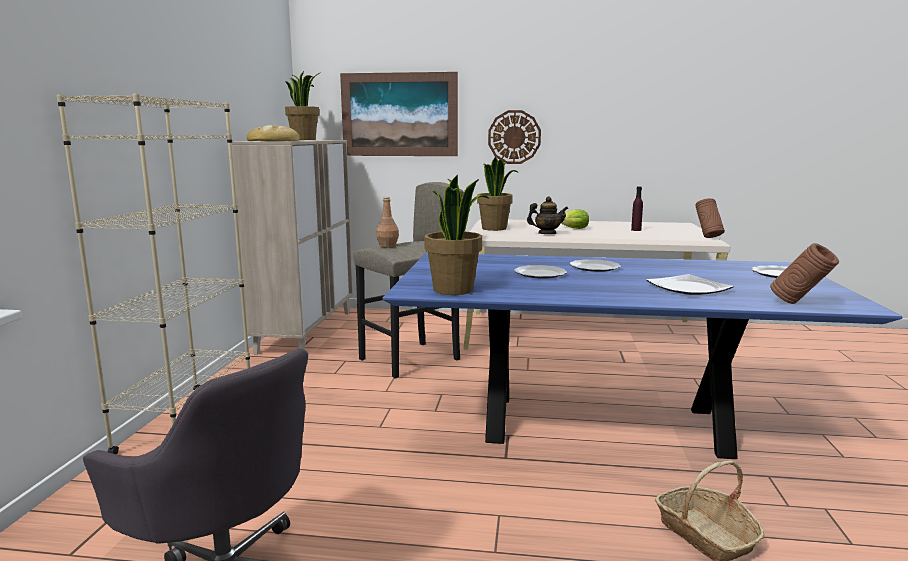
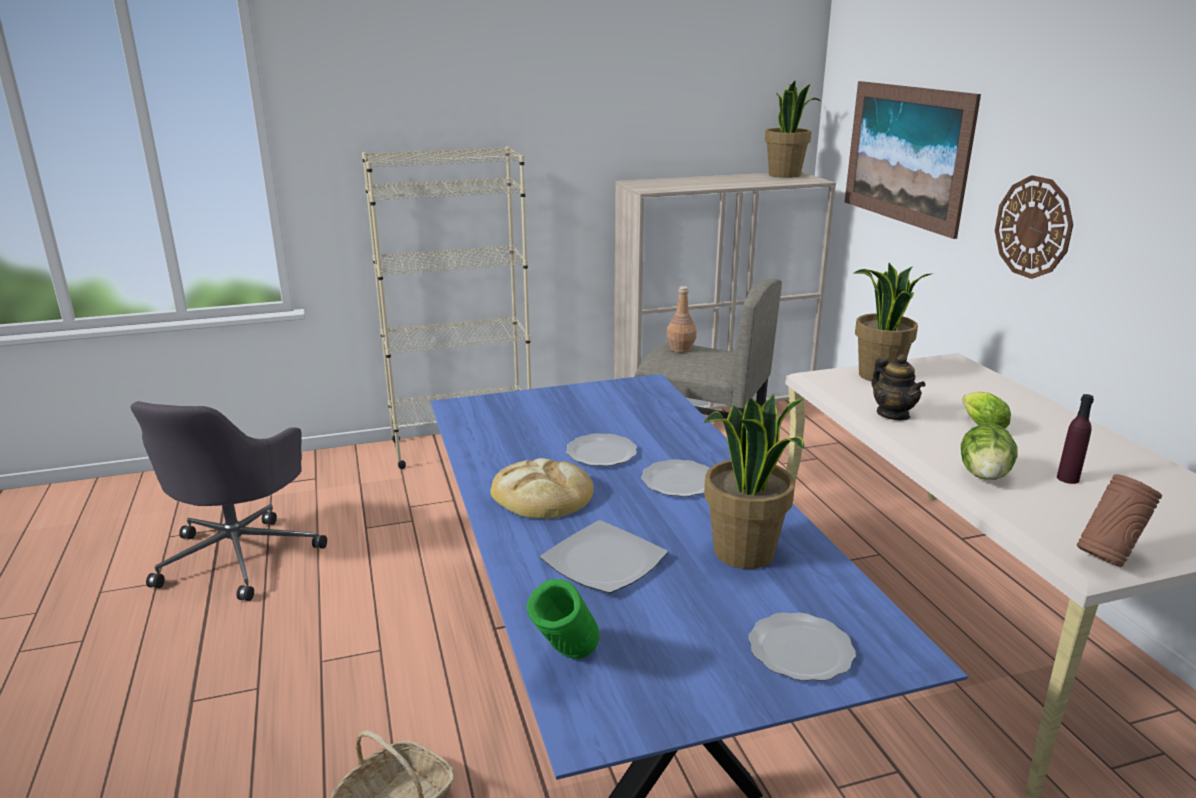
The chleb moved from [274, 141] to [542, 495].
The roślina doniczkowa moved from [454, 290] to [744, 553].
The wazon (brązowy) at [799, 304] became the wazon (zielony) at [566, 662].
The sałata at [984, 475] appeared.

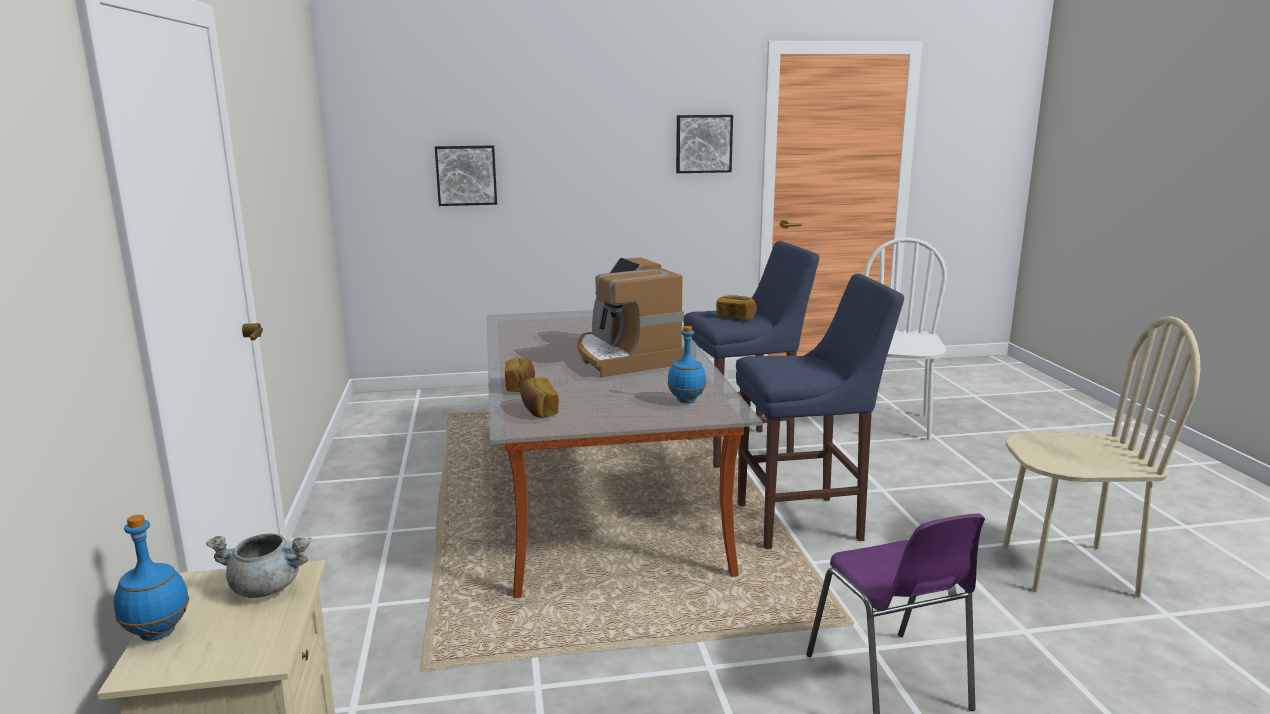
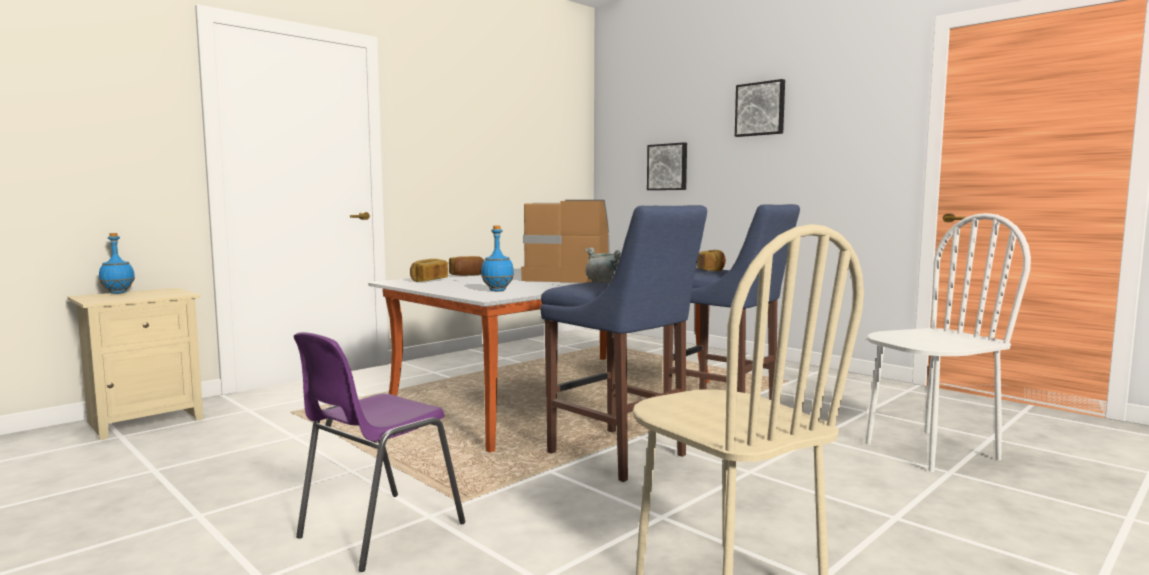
The obraz moved from [703, 143] to [760, 109].
The ekspres do kawy at [624, 357] turned 75 degrees clockwise.
The garnek (szary) moved from [267, 587] to [605, 282].

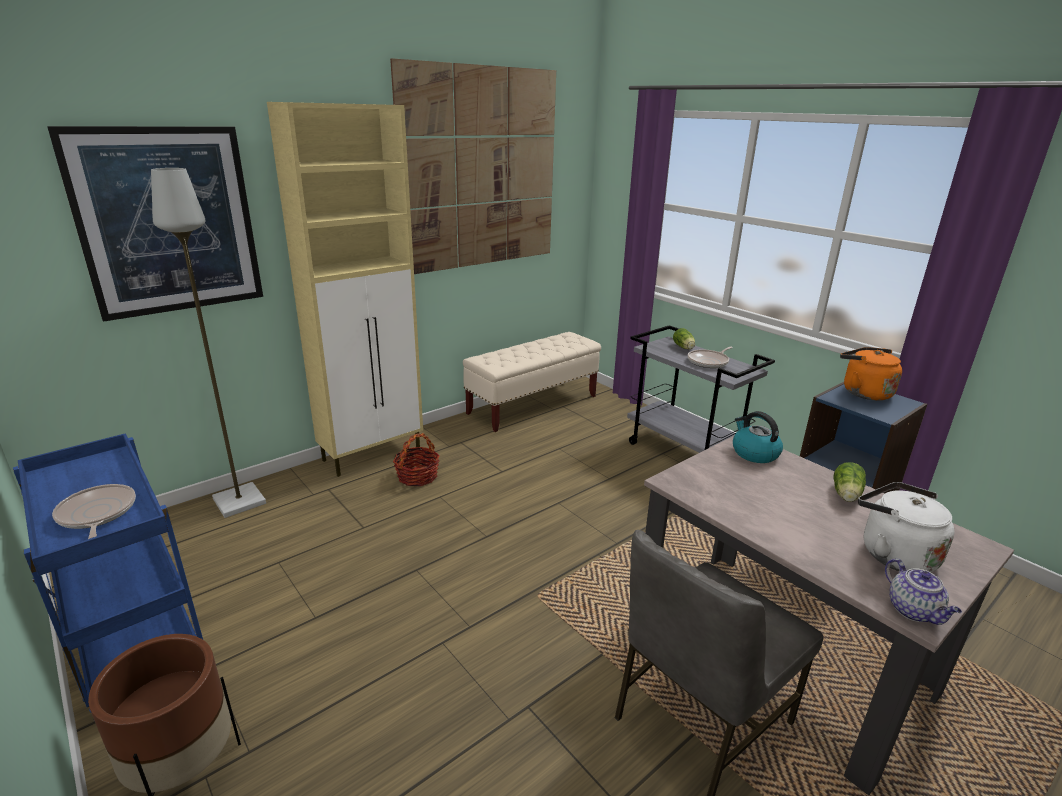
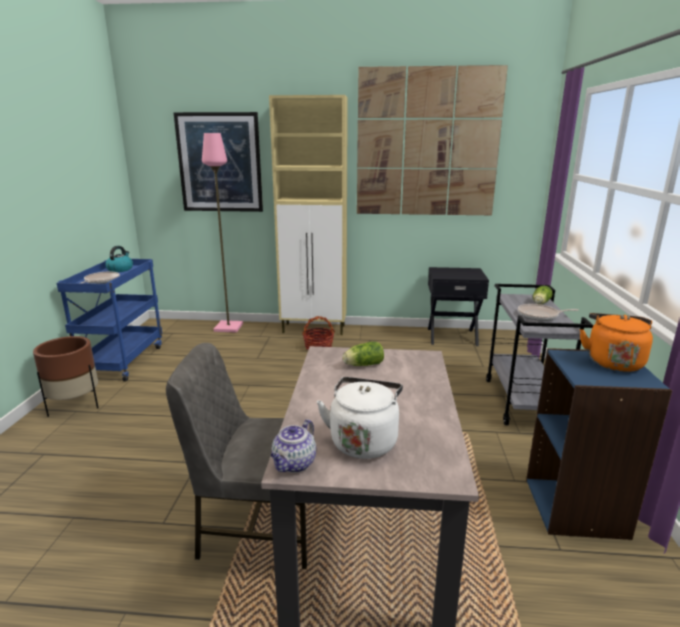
The lampa stojąca (szary) at [240, 501] became the lampa stojąca (różowy) at [229, 327].
The ławka (beżowy) at [533, 405] was replaced by the szafka nocna (czarny) at [452, 336].
The czajnik moved from [754, 453] to [120, 269].
The sałata moved from [846, 495] to [362, 365].

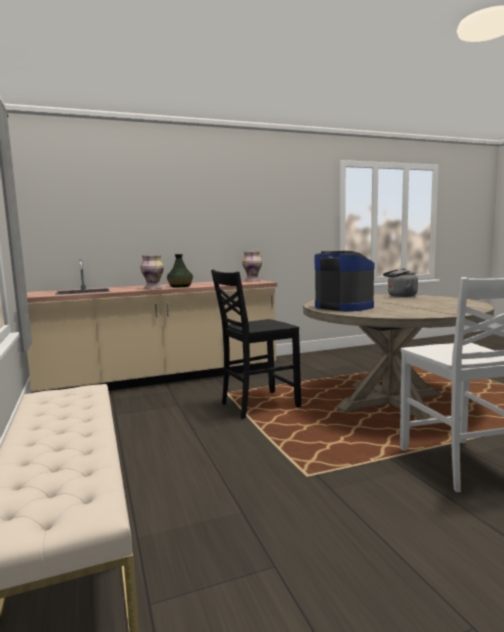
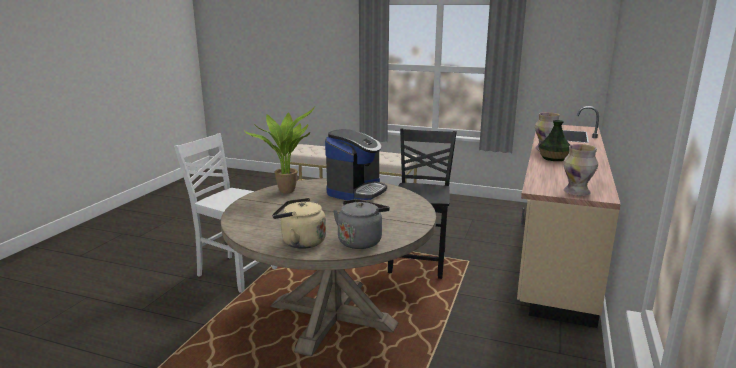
The ekspres do kawy at [344, 307] turned 60 degrees counterclockwise.
The roślina doniczkowa at [287, 190] appeared.
The czajnik (beżowy) at [300, 242] appeared.

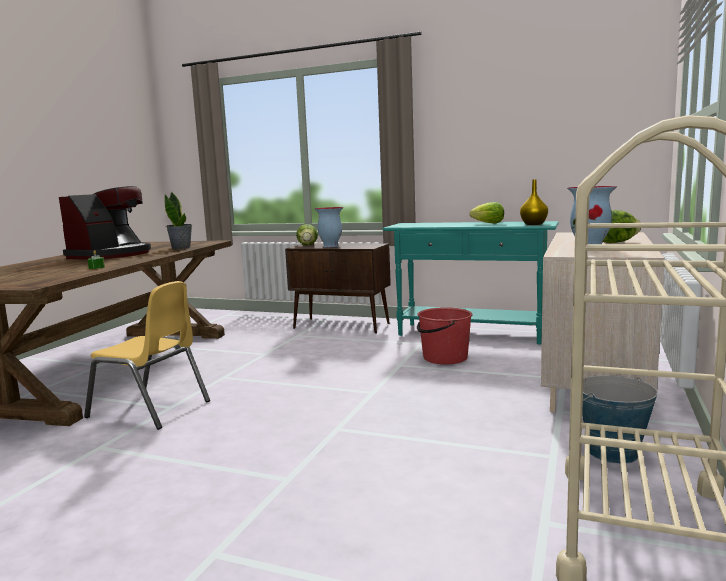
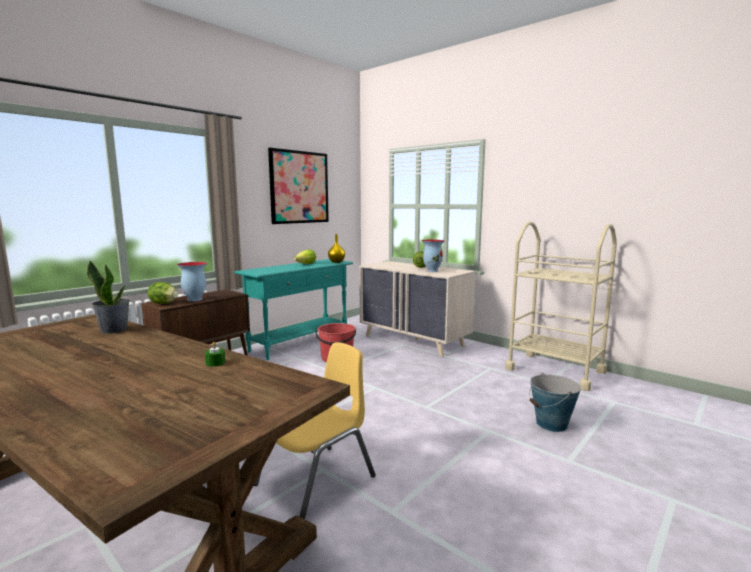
The ekspres do kawy at [111, 255] disappeared.
The wiadro moved from [612, 452] to [551, 424].
The obraz at [299, 187] appeared.

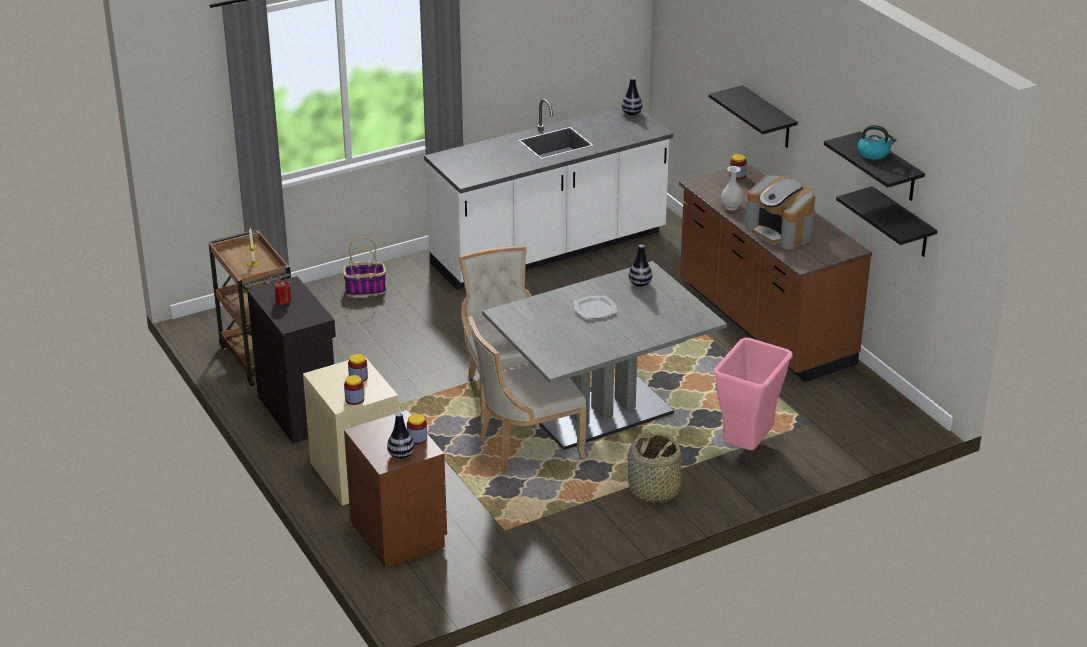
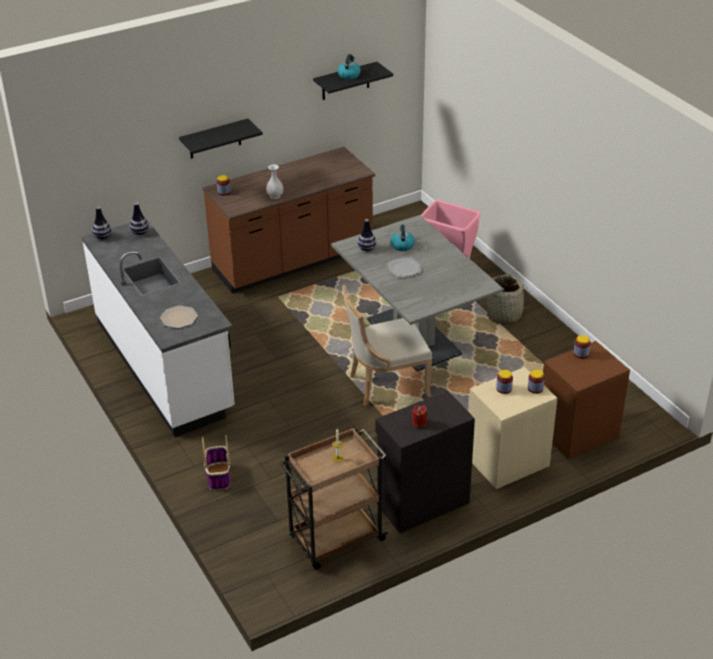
The ekspres do kawy at [780, 231] disappeared.
The półka (czarny) at [902, 223] disappeared.
The krzesło (beżowy) at [526, 447] disappeared.
The wazon moved from [401, 455] to [140, 233].
The czajnik at [402, 245] appeared.
The talerz at [179, 318] appeared.

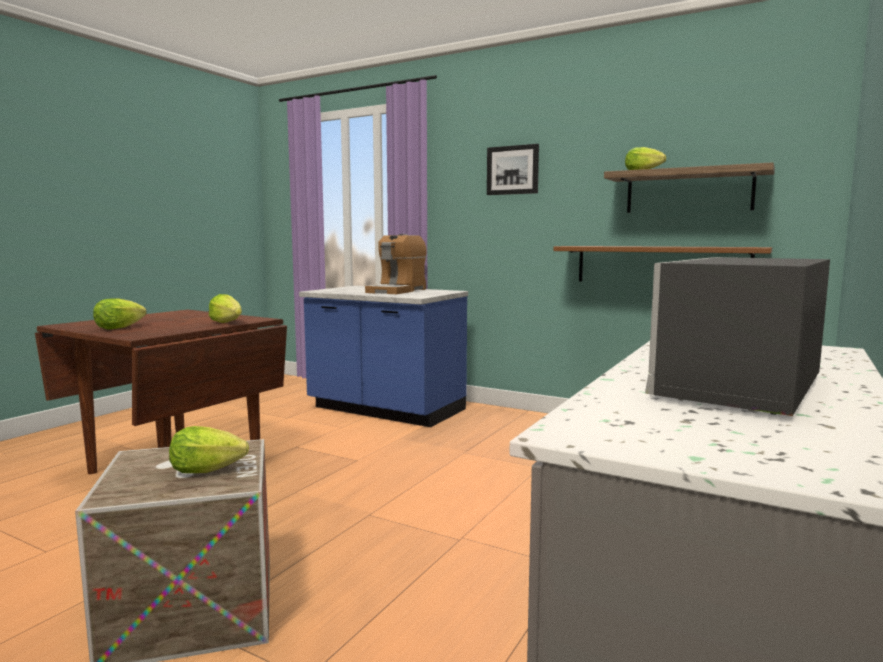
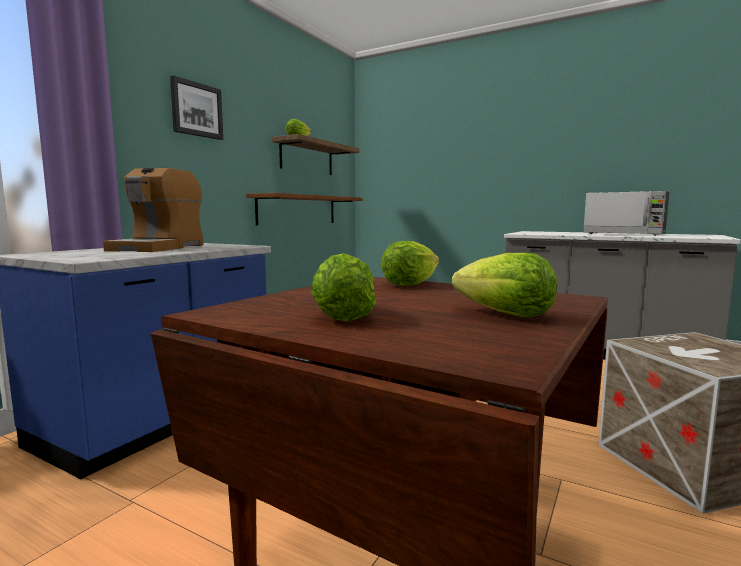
The ekspres do kawy at [397, 291] turned 75 degrees clockwise.
The sałata moved from [206, 470] to [342, 316].

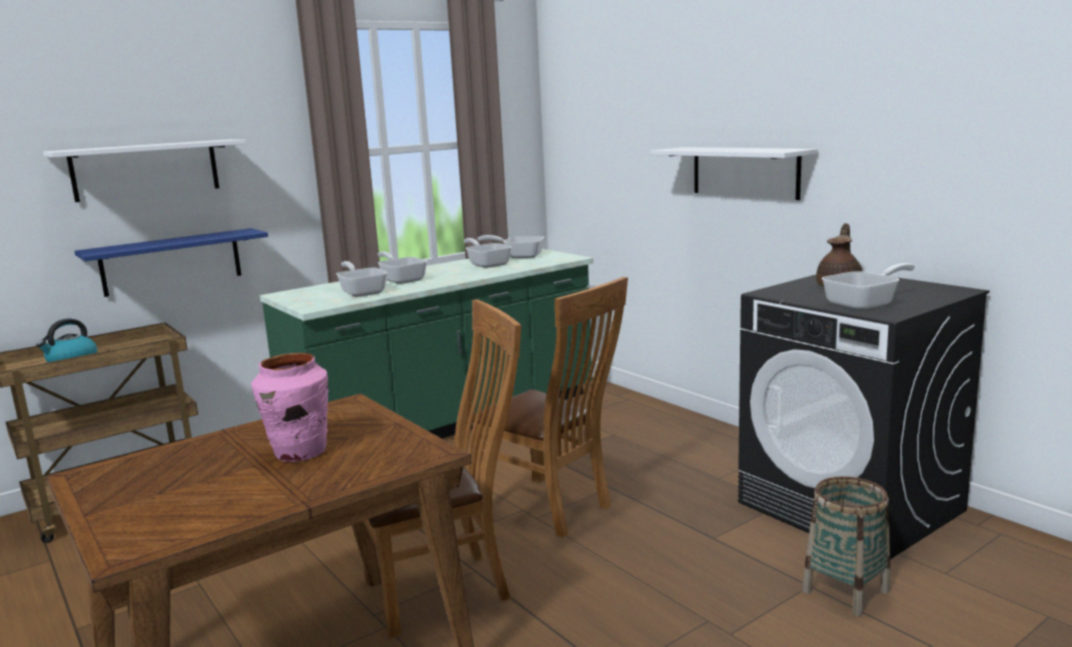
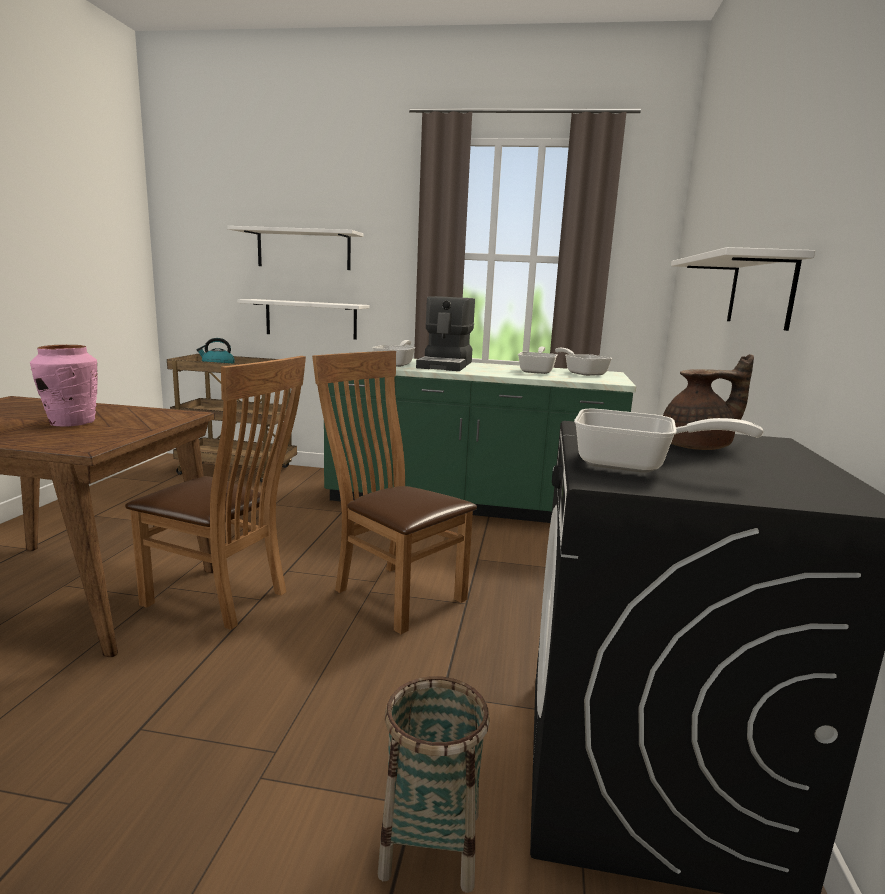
The półka (niebieski) at [171, 262] became the półka (biały) at [311, 319].
The patelnia at [402, 279] was replaced by the ekspres do kawy at [446, 365].
The krzesło (brązowy) at [552, 509] turned 135 degrees clockwise.

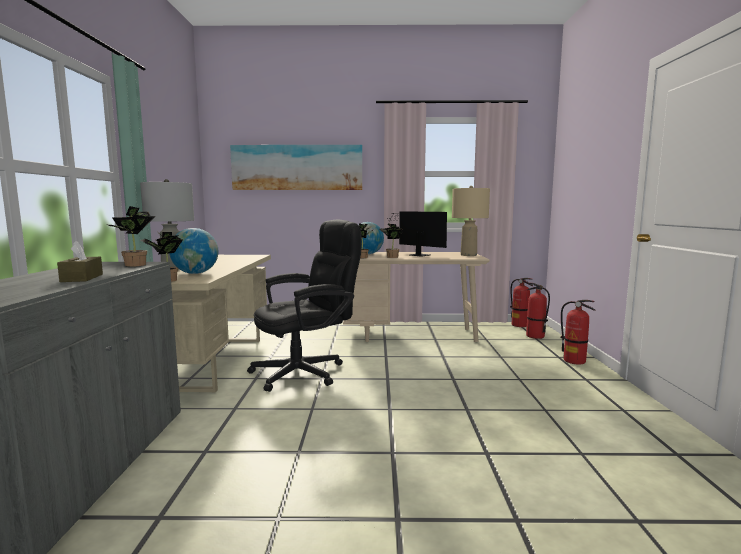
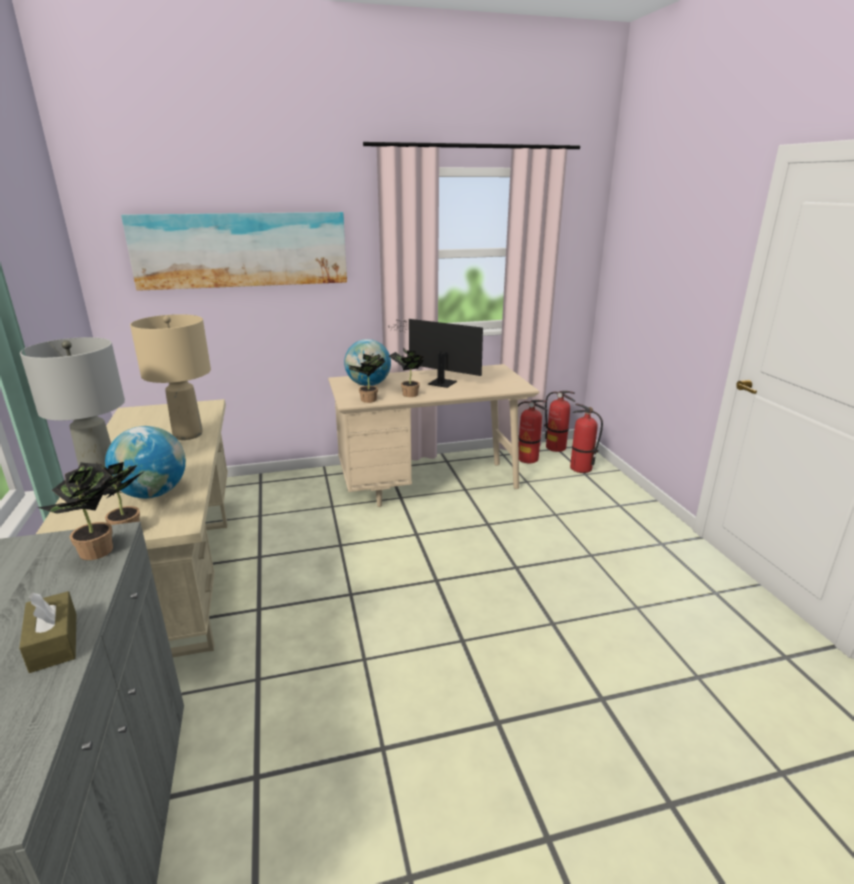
The lampa stołowa (beżowy) moved from [468, 255] to [188, 435].
The krzesło biurowe (czarny) at [307, 371] disappeared.
The gaśnica moved from [574, 361] to [528, 459].

